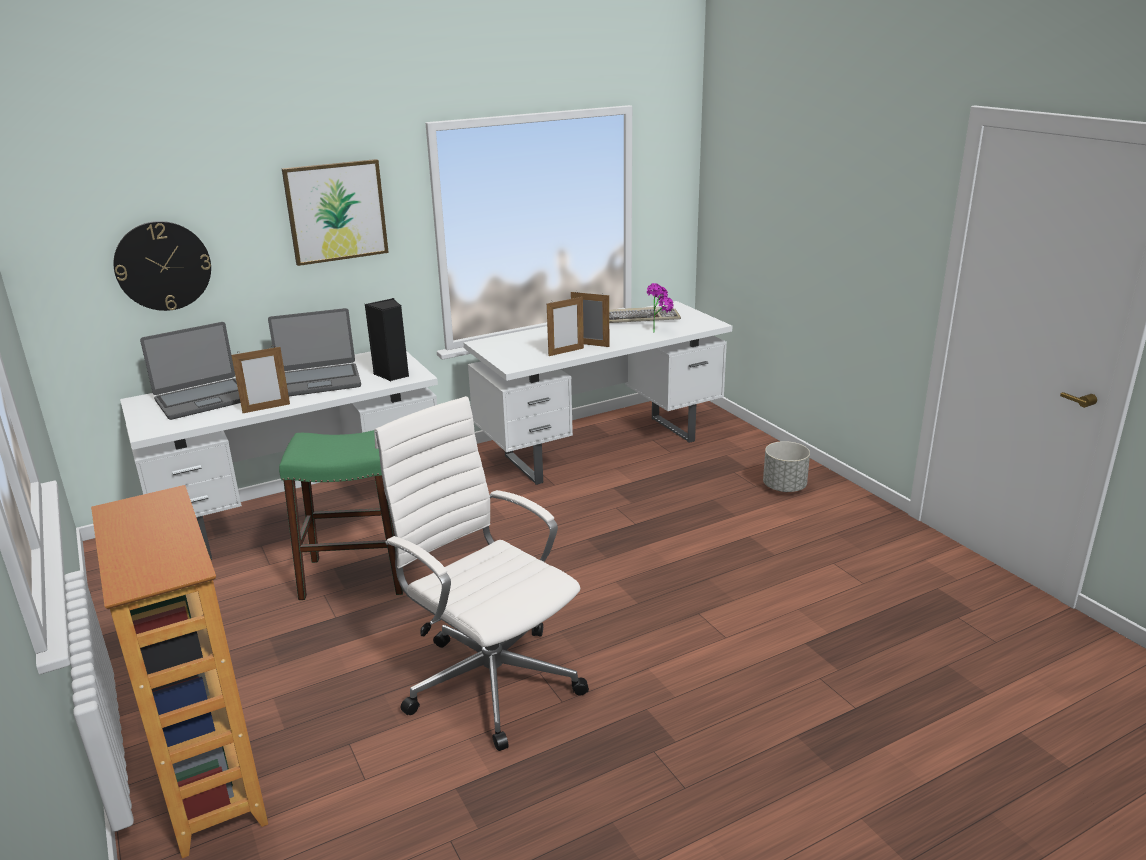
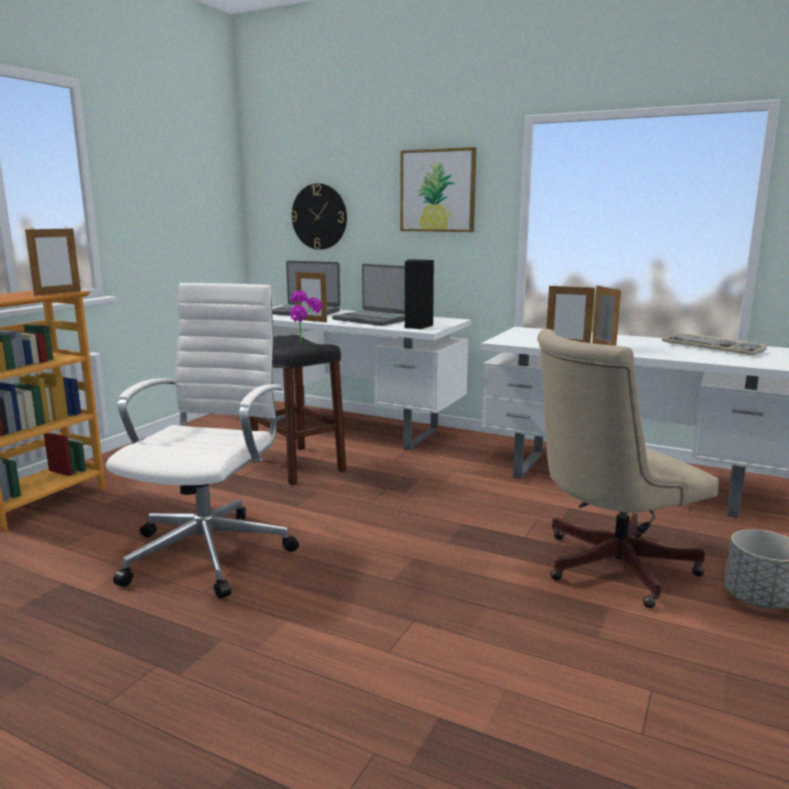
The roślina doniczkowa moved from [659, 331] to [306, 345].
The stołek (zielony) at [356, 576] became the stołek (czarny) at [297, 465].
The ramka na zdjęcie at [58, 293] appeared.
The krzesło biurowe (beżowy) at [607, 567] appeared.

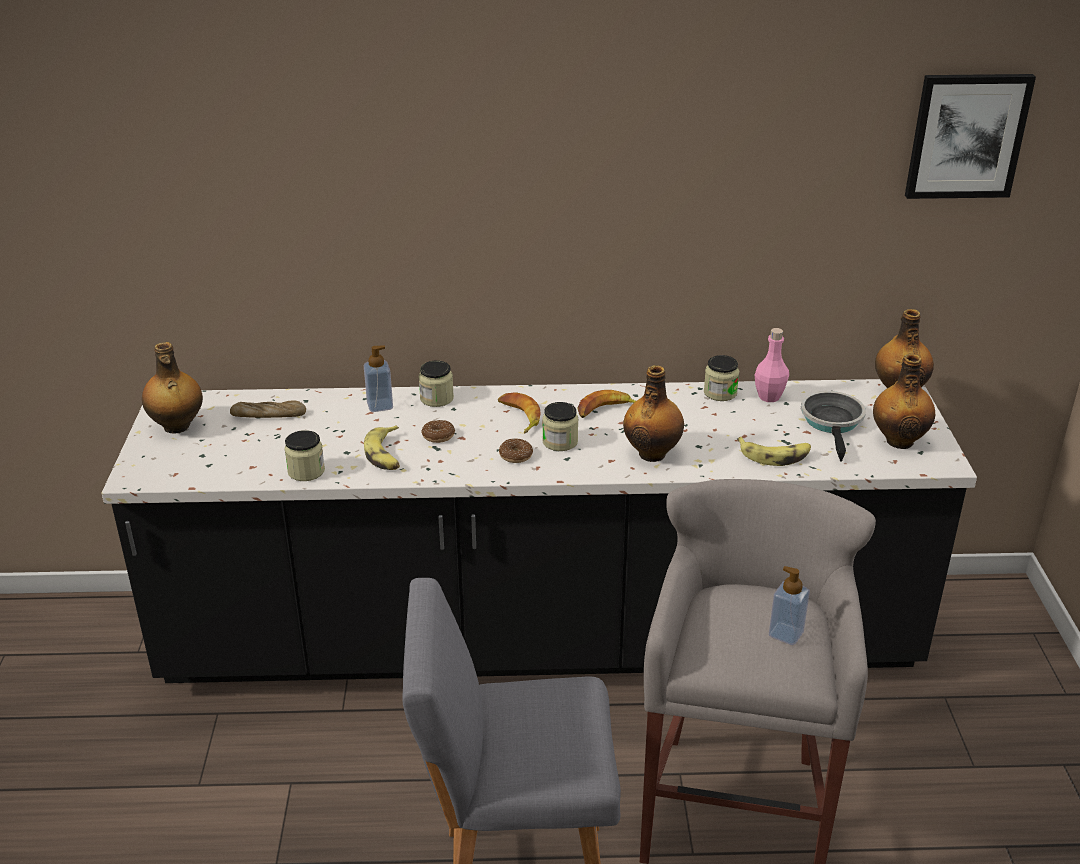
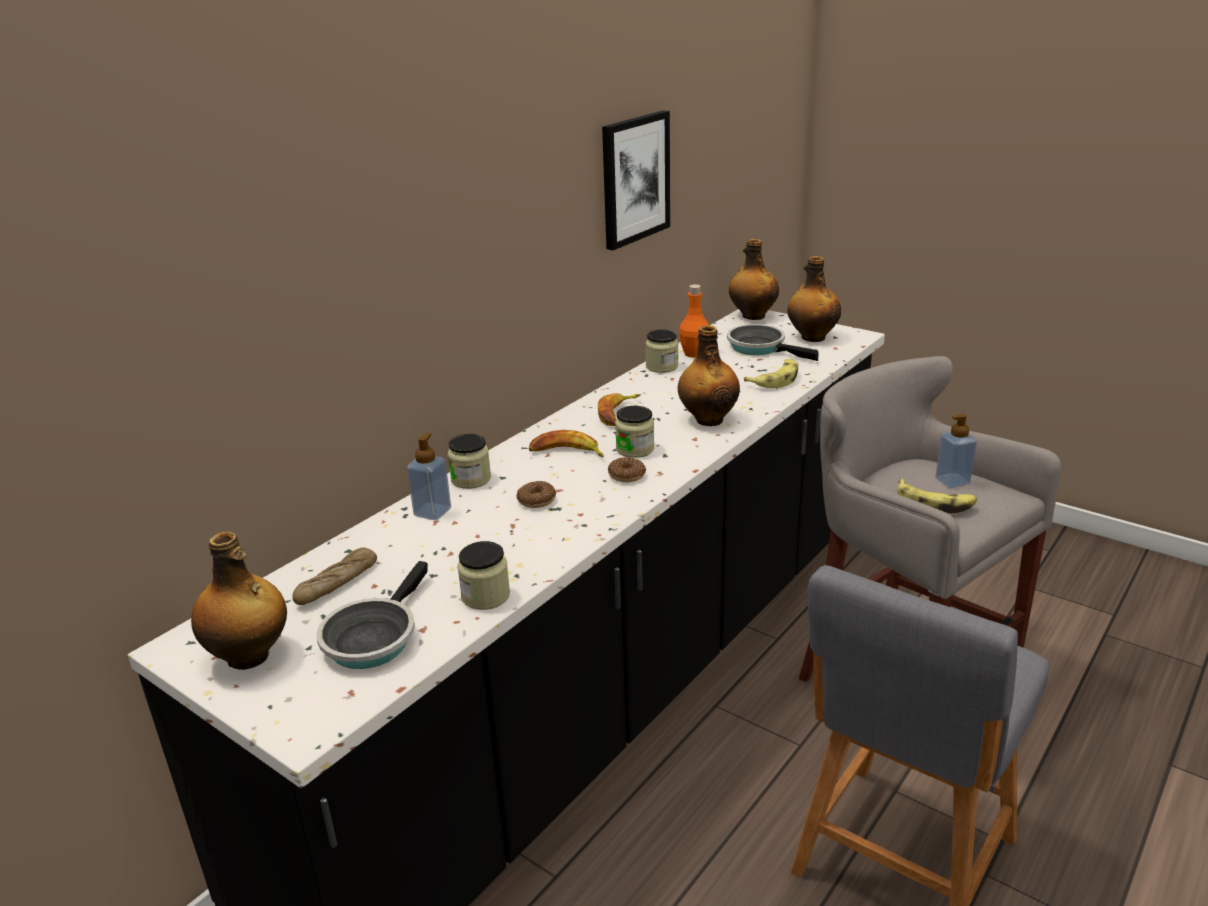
The obraz moved from [966, 136] to [634, 179].
The butelka (różowy) at [769, 397] became the butelka (pomarańczowy) at [694, 353].
The banan moved from [386, 455] to [934, 503].
The patelnia at [373, 637] appeared.

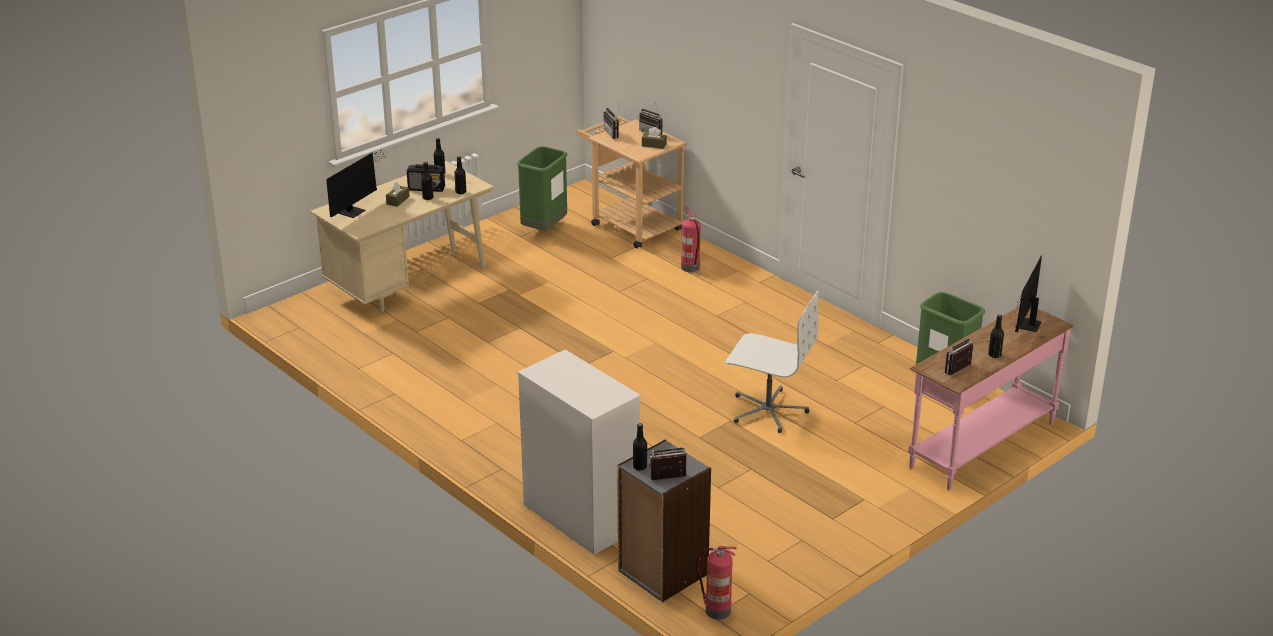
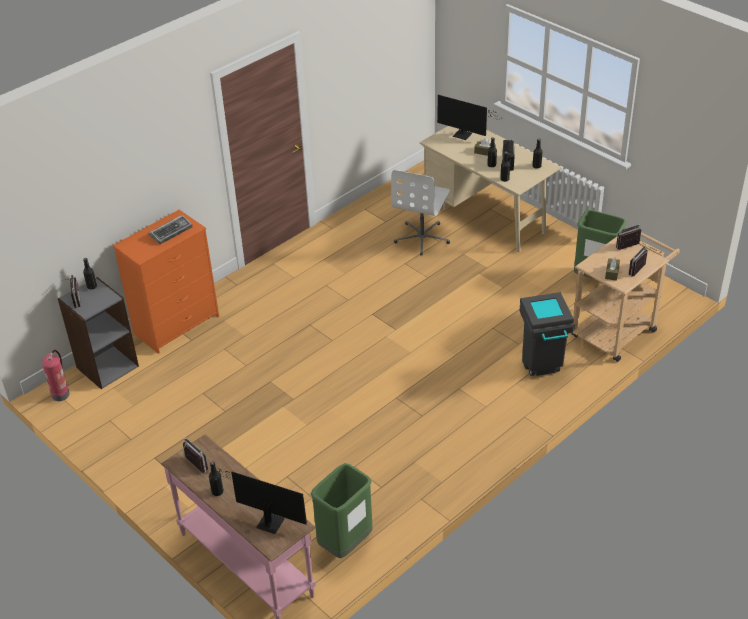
The gaśnica at [691, 268] was replaced by the kosz na śmieci (szary) at [542, 370].
The krzesło biurowe (biały) moved from [768, 410] to [422, 238].
The komoda (biały) at [580, 516] became the komoda (pomarańczowy) at [177, 324].
The klawiatura at [171, 232] appeared.

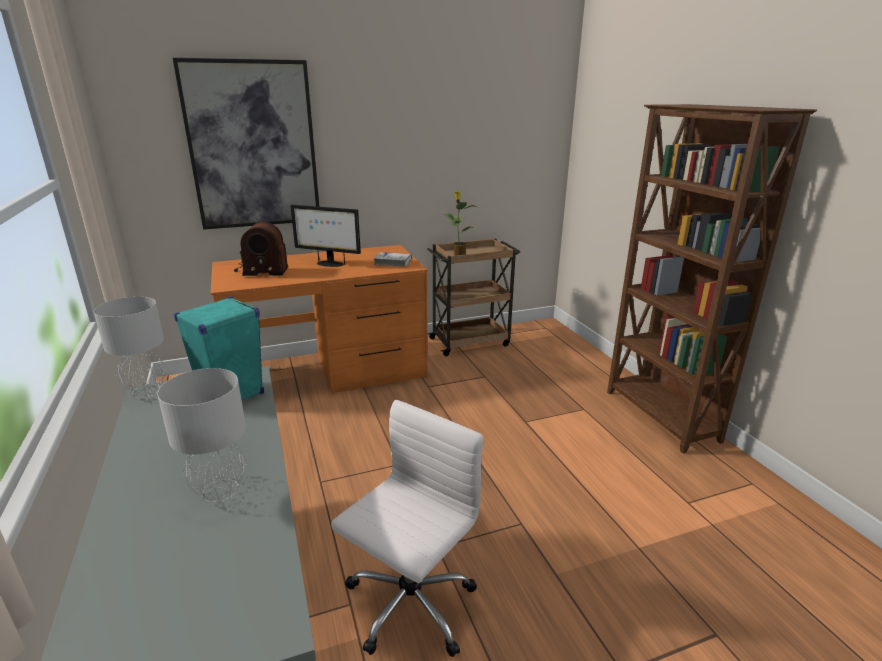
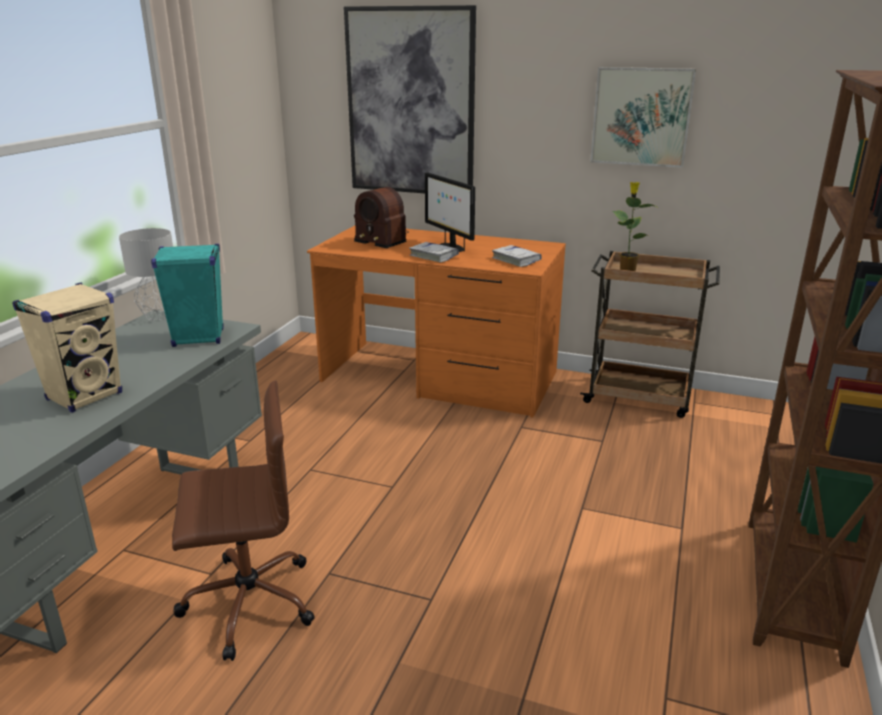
The lampa stołowa (szary) at [219, 490] was replaced by the głośnik (beżowy) at [85, 396].
The krzesło biurowe (biały) at [408, 605] became the krzesło biurowe (brązowy) at [247, 602].
The obraz at [641, 117] appeared.
The książka (biały) at [433, 256] appeared.

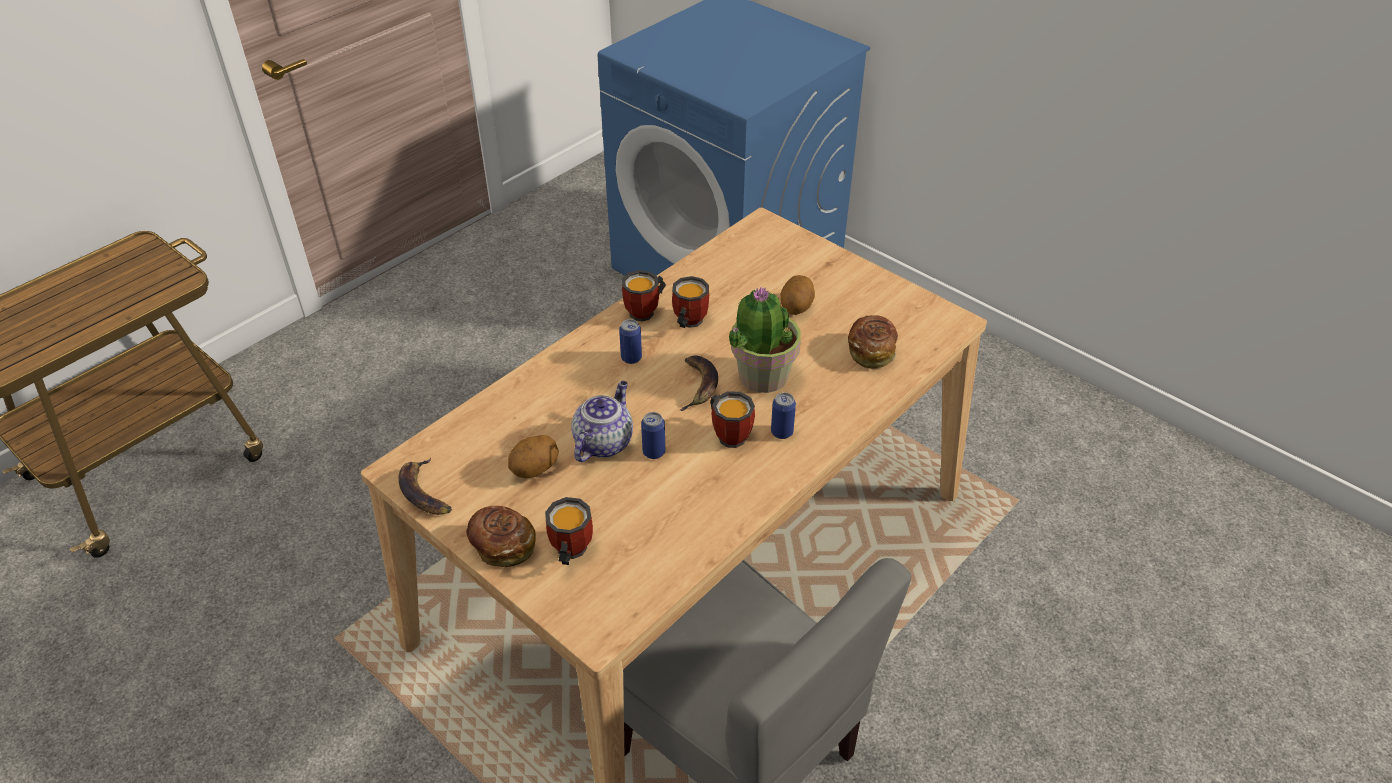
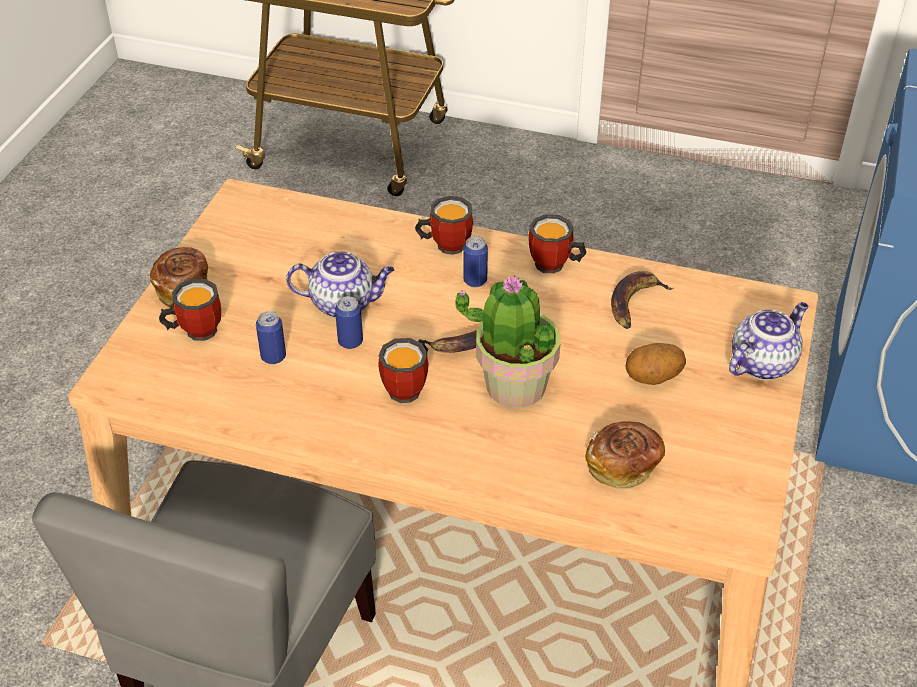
The kubek moved from [687, 322] to [445, 244].
The puszka moved from [782, 432] to [273, 357].
The ziemniak at [534, 469] disappeared.
The banan moved from [424, 492] to [635, 303].
The imbryk at [762, 363] appeared.

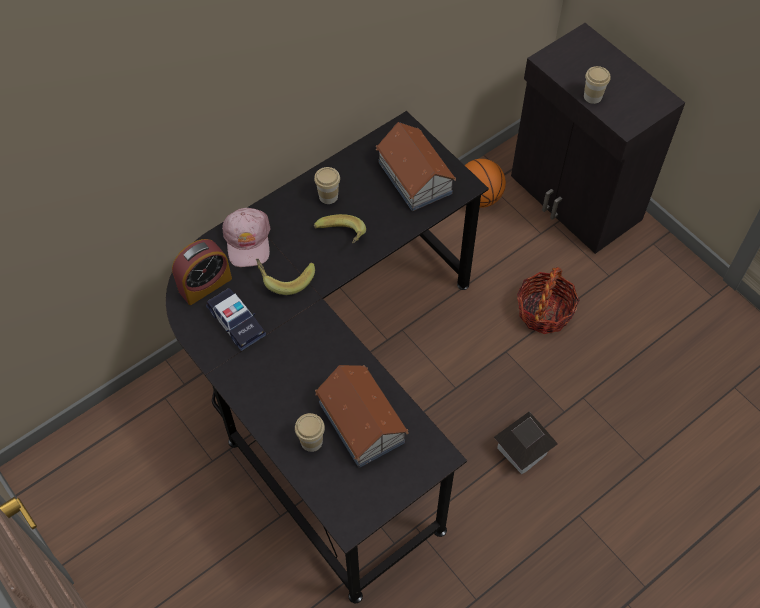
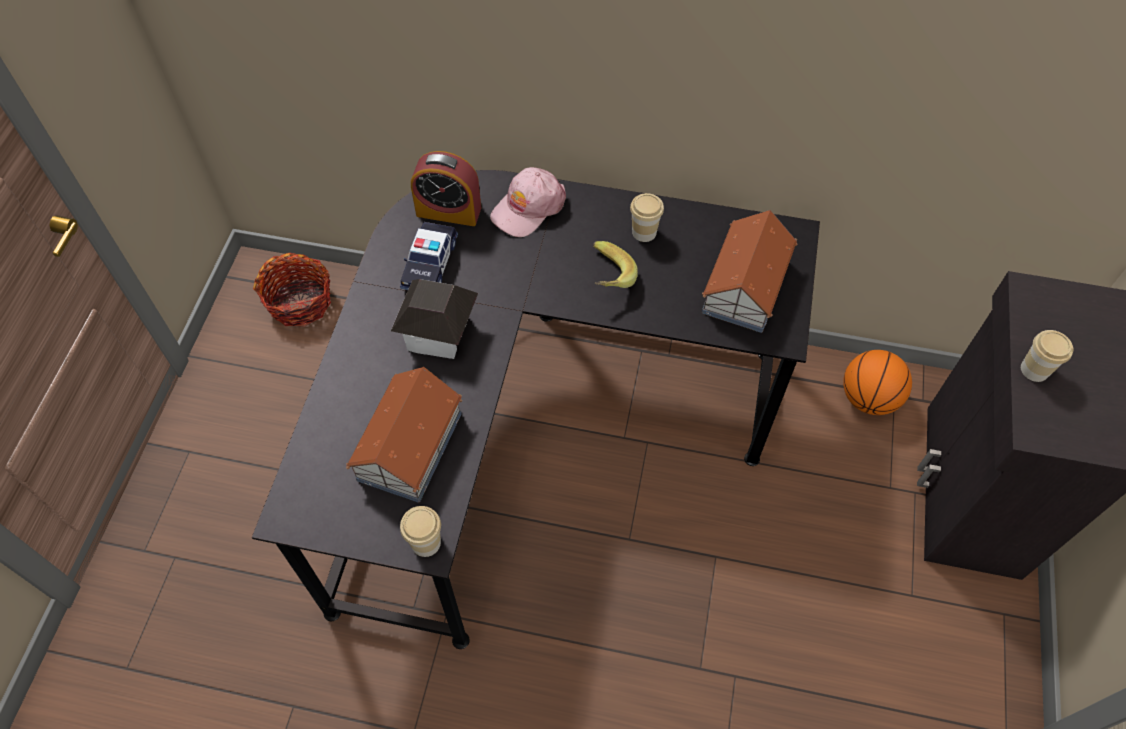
The banan at [285, 278] disappeared.
The koszyk moved from [544, 311] to [300, 302].
The domek moved from [522, 451] to [438, 333].
The filiżanka moved from [311, 441] to [426, 542].

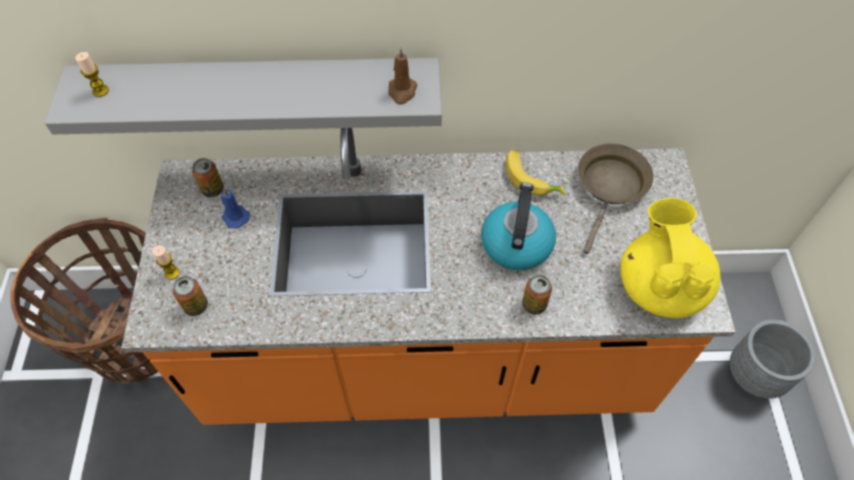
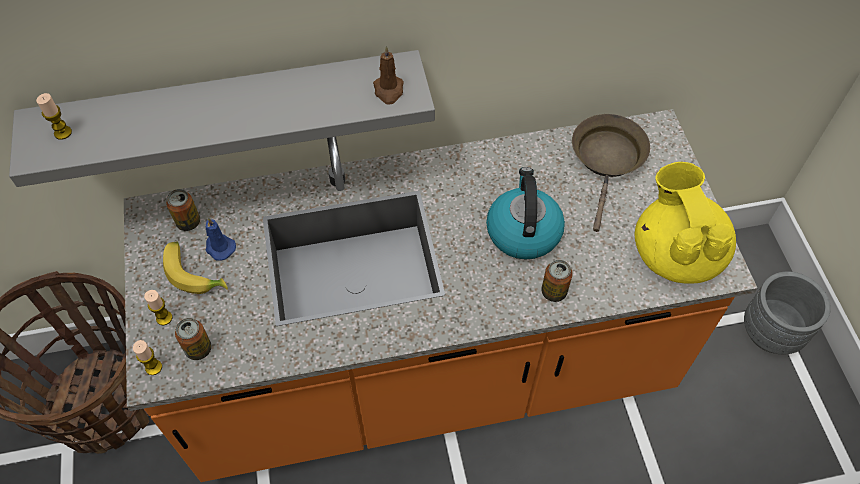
The banan moved from [531, 178] to [195, 272].
The świeca at [153, 367] appeared.

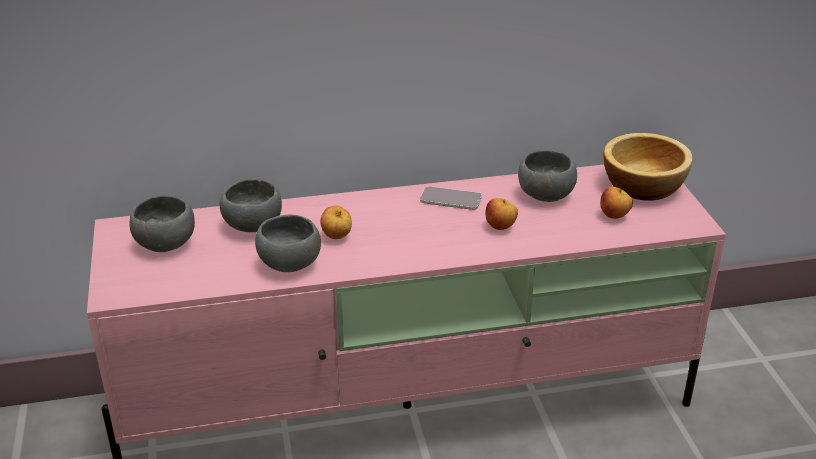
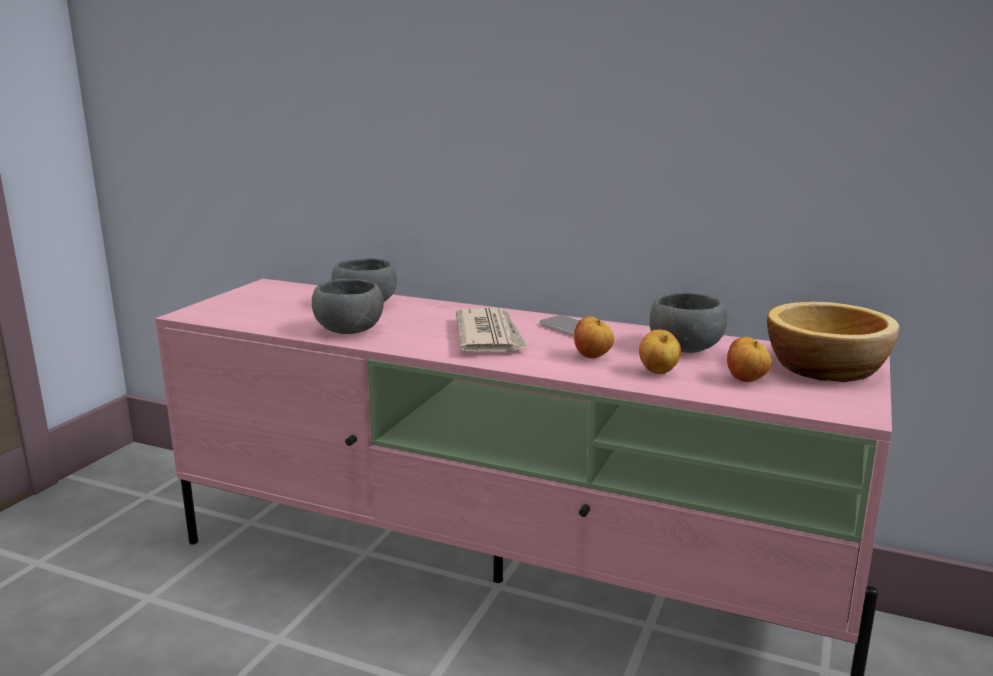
The miska (szary) at [165, 243] disappeared.
The jabłko moved from [337, 237] to [658, 373].
The gazeta at [490, 336] appeared.

